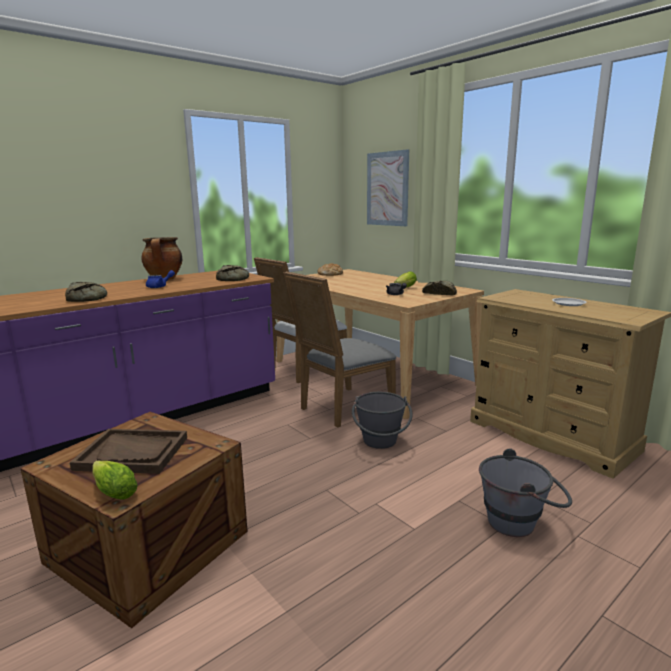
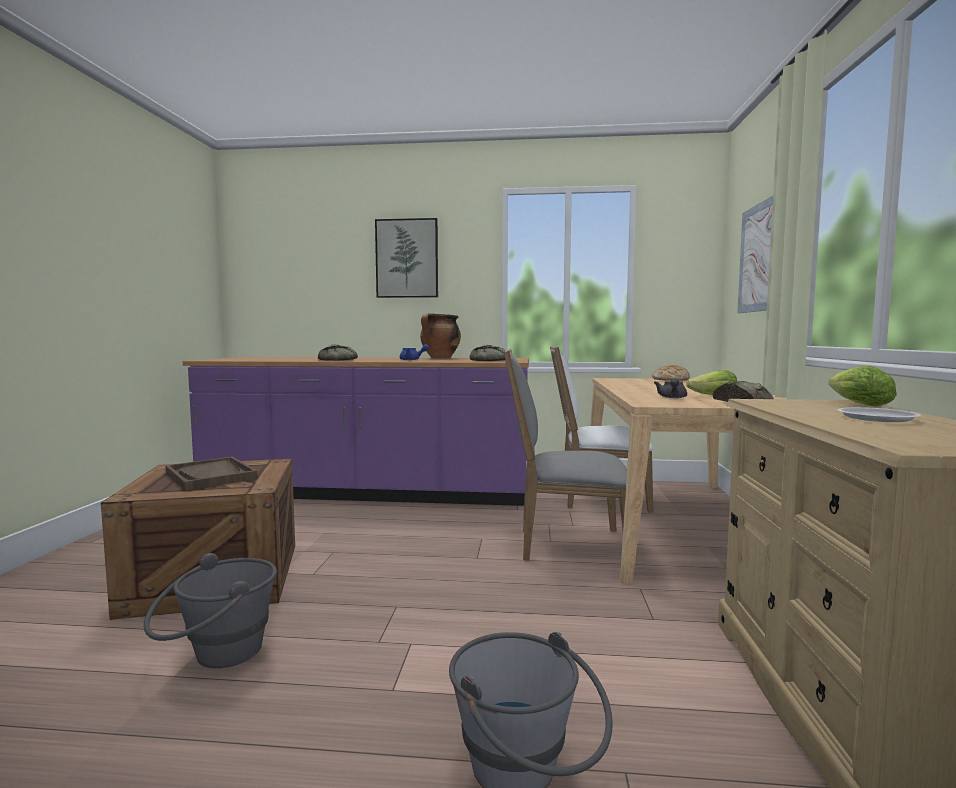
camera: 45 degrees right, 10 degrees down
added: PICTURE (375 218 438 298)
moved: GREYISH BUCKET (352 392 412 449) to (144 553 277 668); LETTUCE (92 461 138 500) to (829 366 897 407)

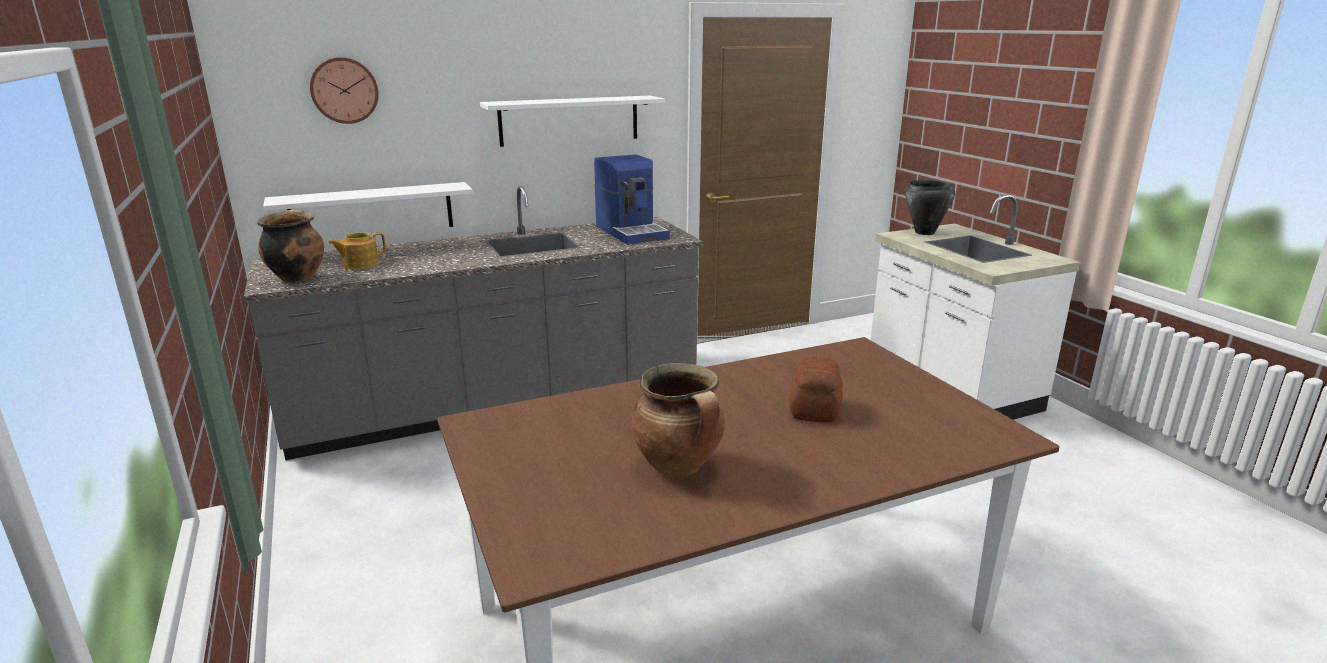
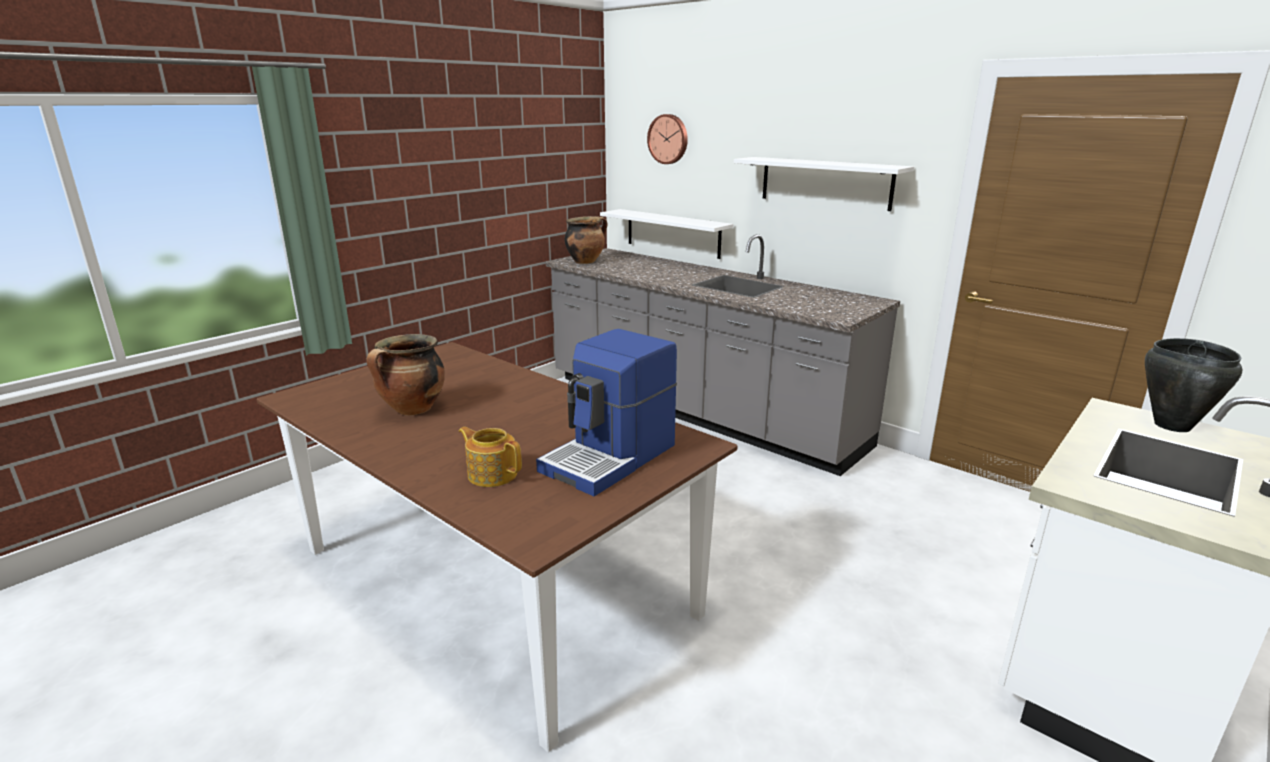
camera: 65 degrees right, 0 degrees up
removed: BAKED BREAD (789 357 843 422)
moved: COFFEE MACHINE (594 154 670 245) to (536 329 677 496); TEA POT (328 232 386 270) to (459 427 522 487)

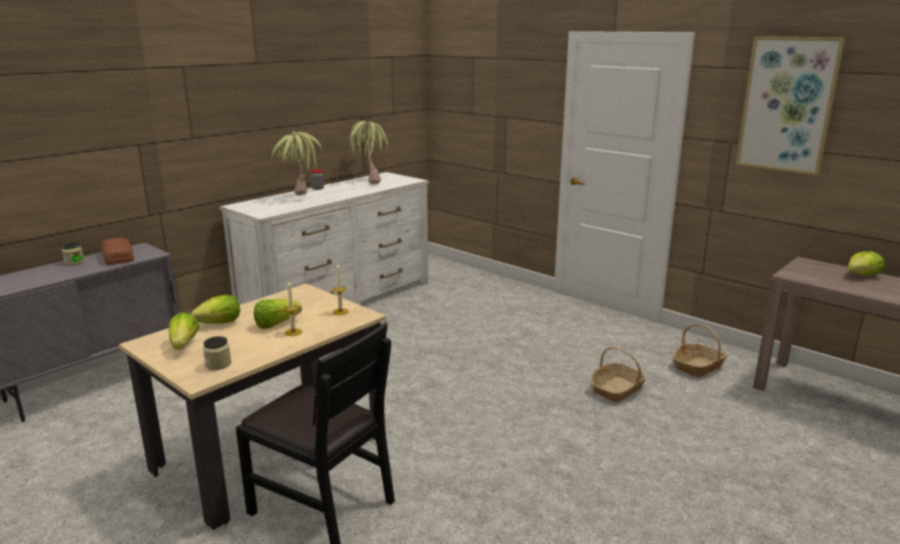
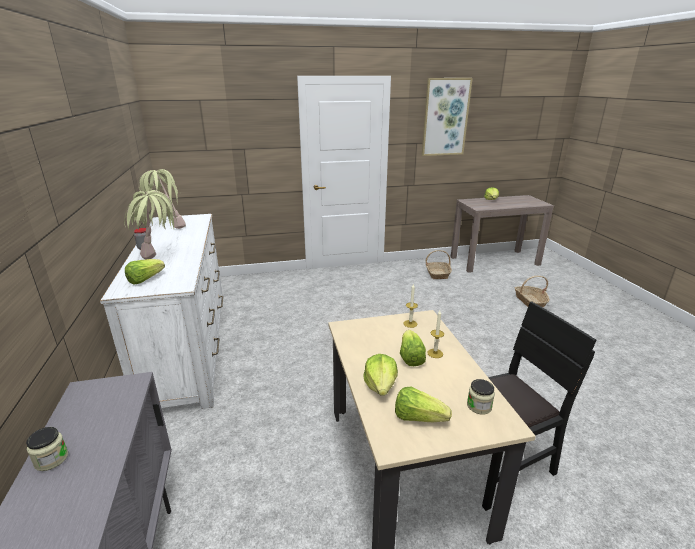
camera: 55 degrees left, 5 degrees up
removed: BAKED BREAD (100 238 134 265)
added: LETTUCE (125 259 165 285)
moved: HOUSEHOLD BASKET (590 346 647 402) to (515 276 550 307)

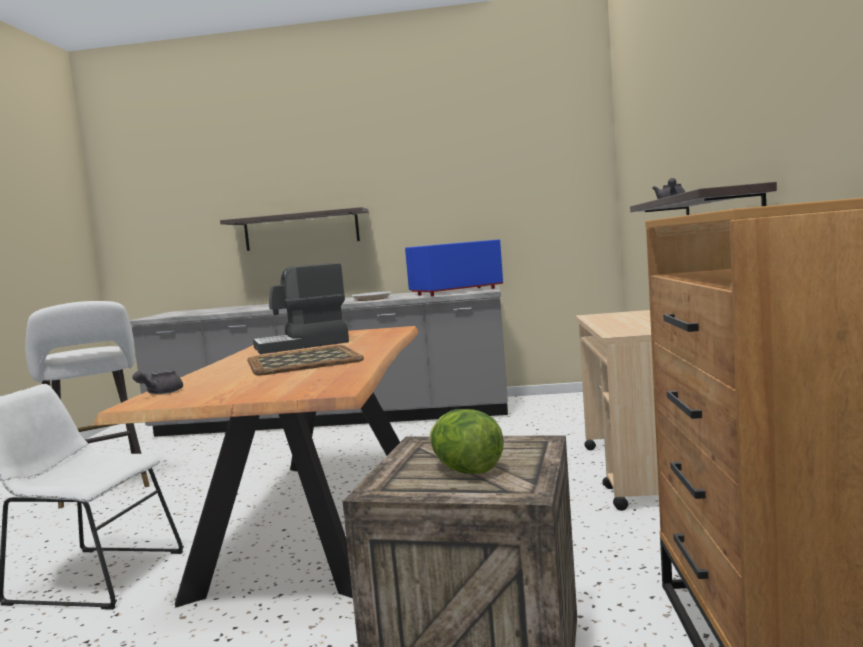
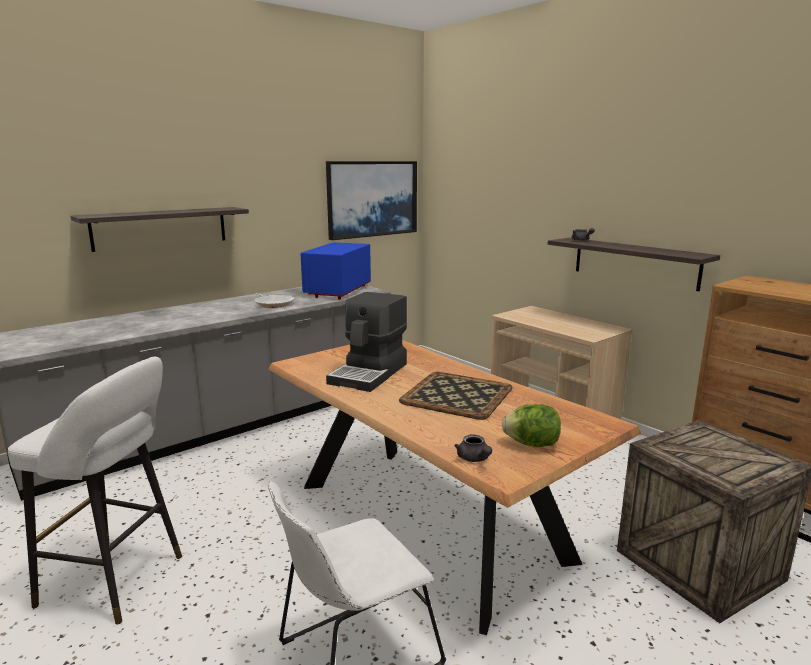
camera: 45 degrees left, 10 degrees up
added: PICTURE (326 161 417 240)
moved: LETTUCE (430 409 504 474) to (502 404 561 447)

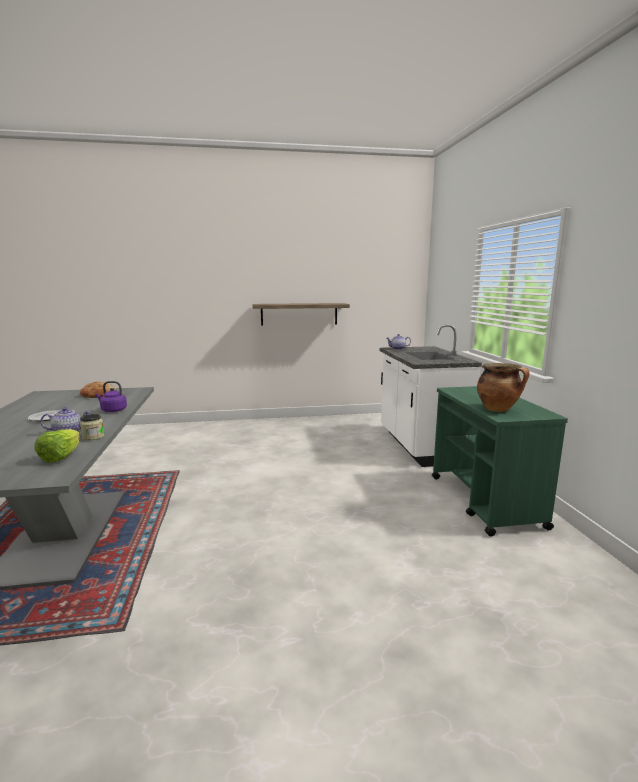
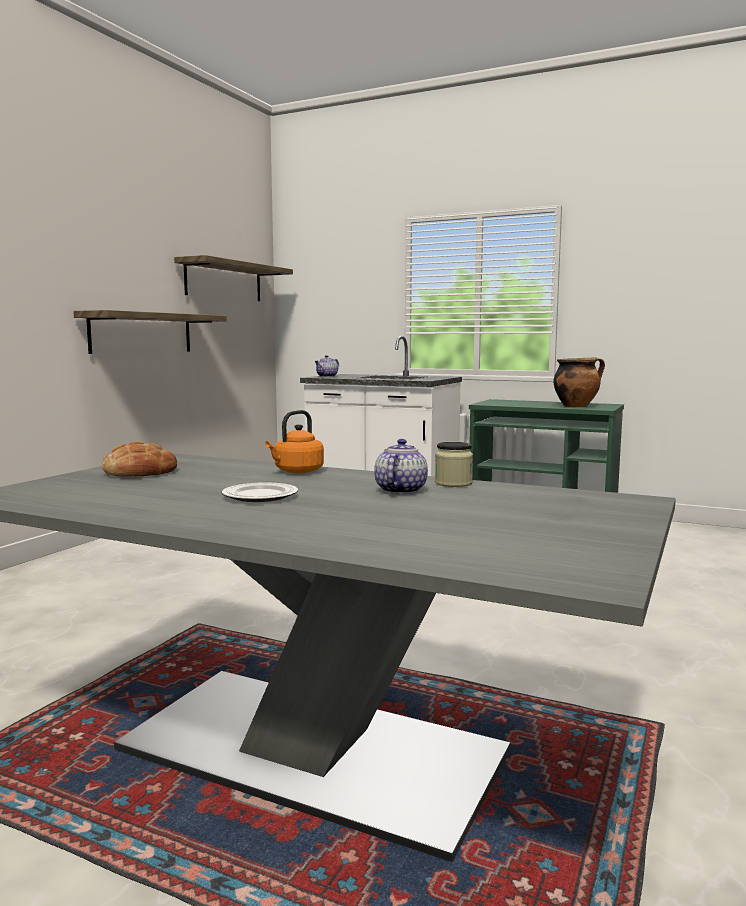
camera: 55 degrees left, 5 degrees down
removed: LETTUCE (34 429 79 463)
added: WALL SHELF (174 255 293 301)
recoloured: PURPLISH KETTLE (95 381 127 412) to ORANGE-COLOURED KETTLE (265 410 324 473)

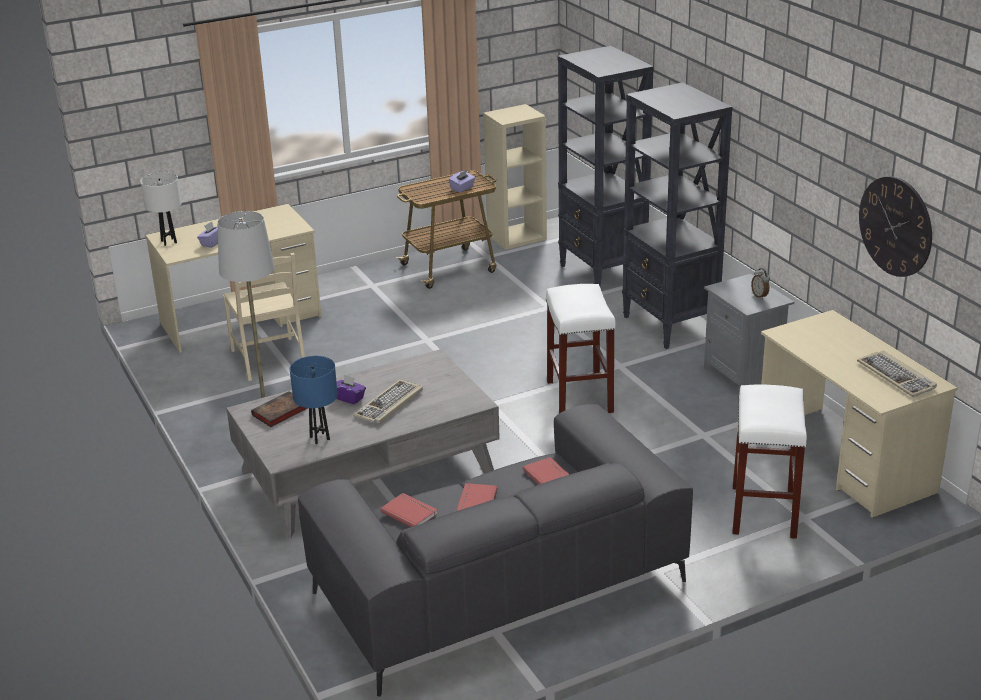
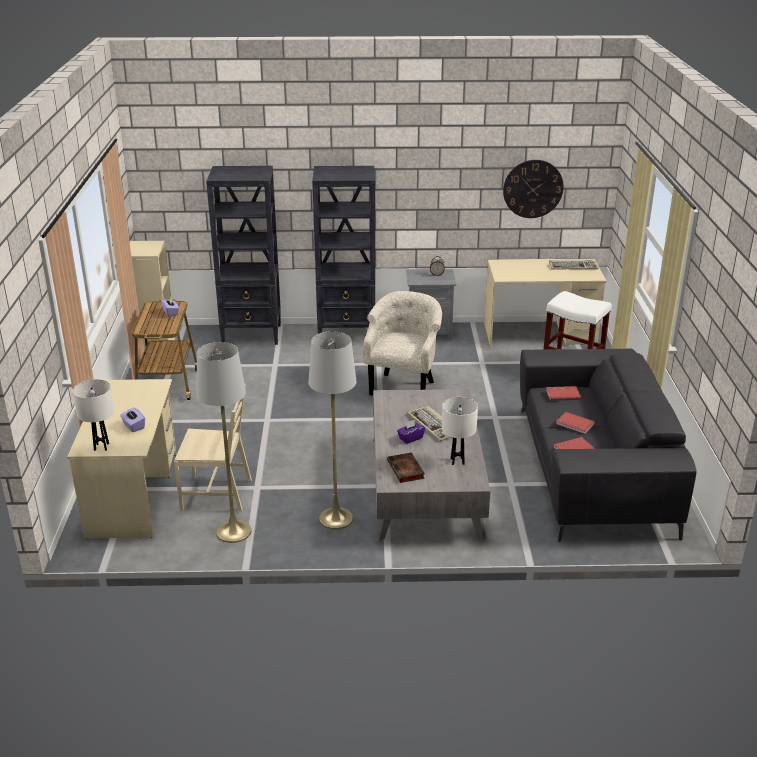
camera: 65 degrees left, 0 degrees up
added: GREYISH STANDING LAMP (196 342 252 543)
replaced: WHITISH STOOL SEAT (546 284 616 414) to BEIGE EASY CHAIR (363 291 442 396)
recoloured: BLUE-COLOURED TABLETOP LAMP (290 356 338 444) to WHITISH TABLETOP LAMP (442 397 478 465)

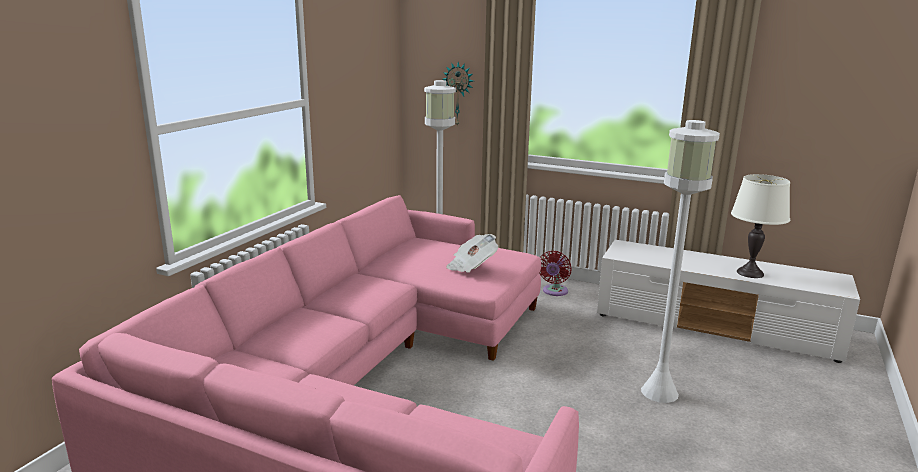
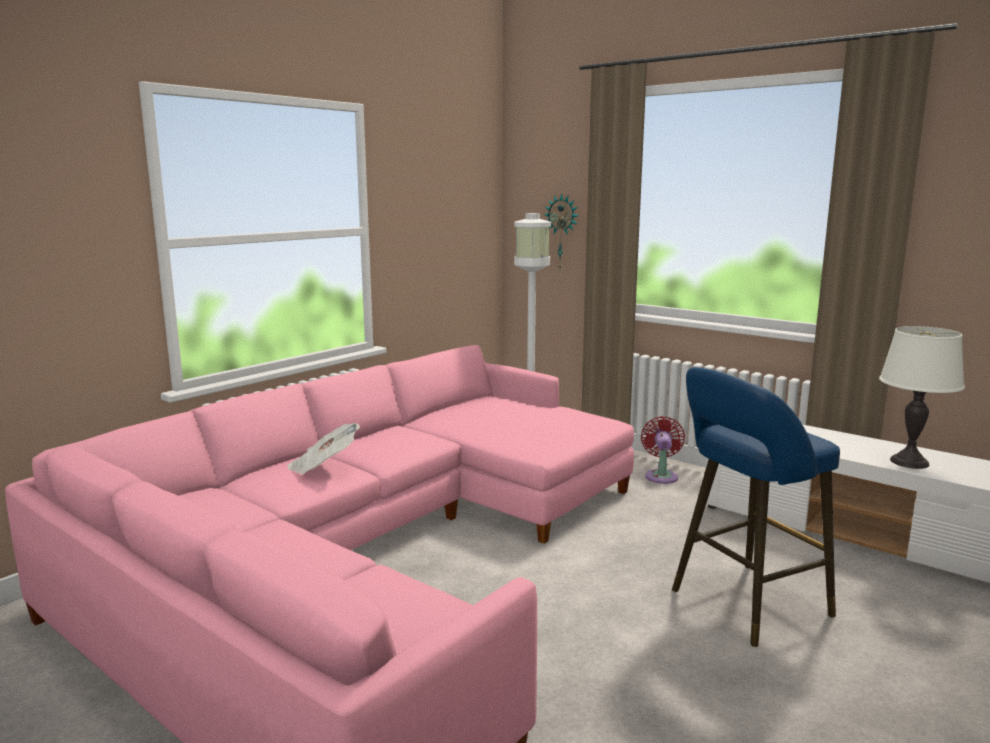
camera: 15 degrees right, 5 degrees down
moved: NEWSPAPER (446 234 498 273) to (287 423 360 475)
replaced: WHITISH STANDING LAMP (641 120 720 403) to BLUE-COLOURED STOOL SEAT (672 367 840 647)
turned: RED-COLOURED ELECTRIC FAN (539 251 571 296) = (641 416 685 484) 150 degrees clockwise

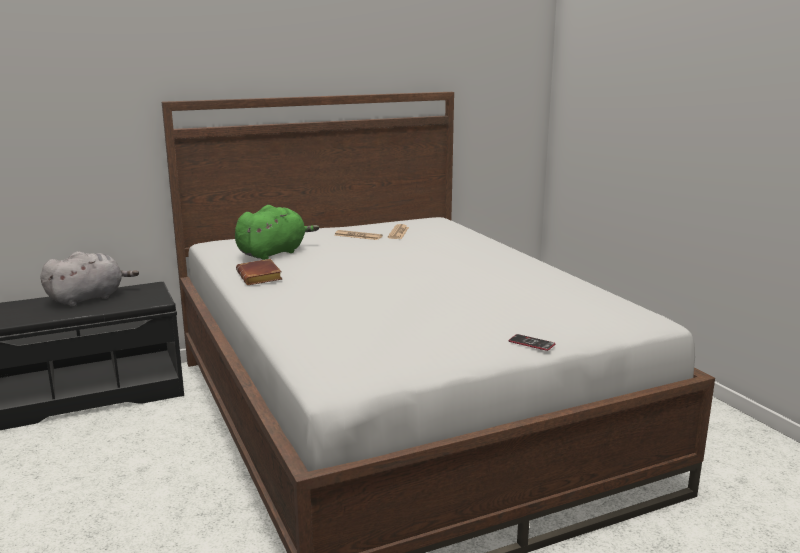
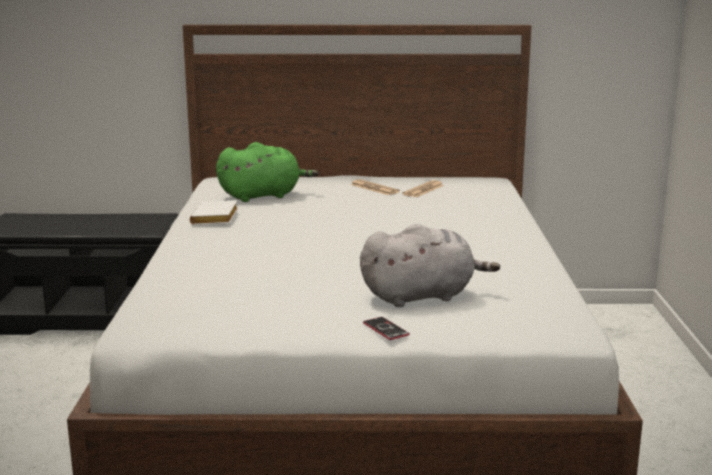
camera: 25 degrees right, 0 degrees up
moved: GREYISH PLUSH TOY (40 251 139 307) to (360 224 500 307)
recoloured: BROWNISH BOOK (236 259 282 285) to WHITISH BOOK (190 200 238 225)

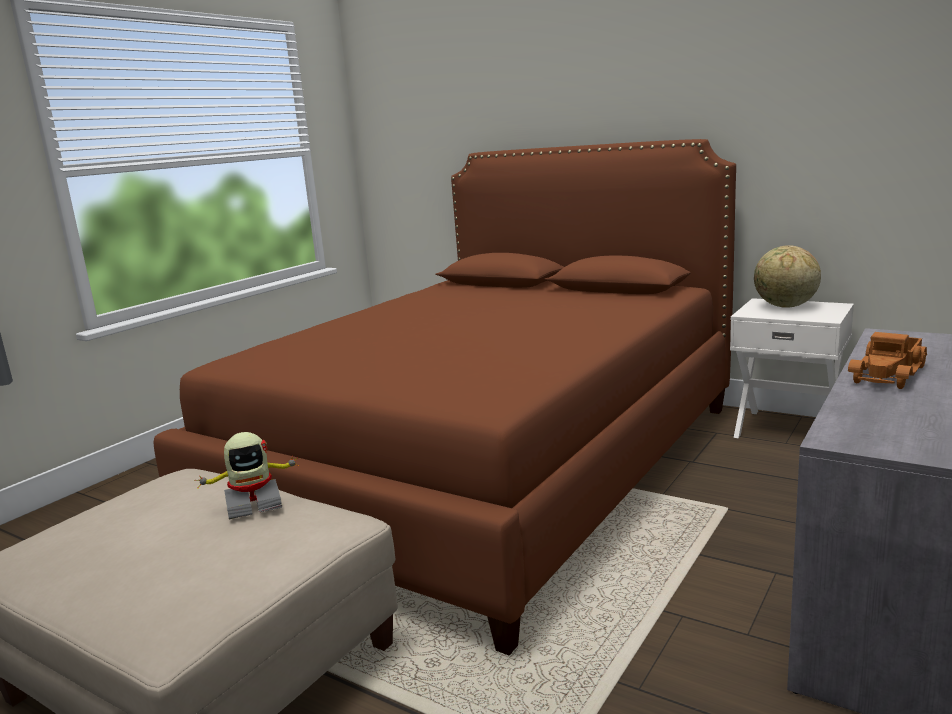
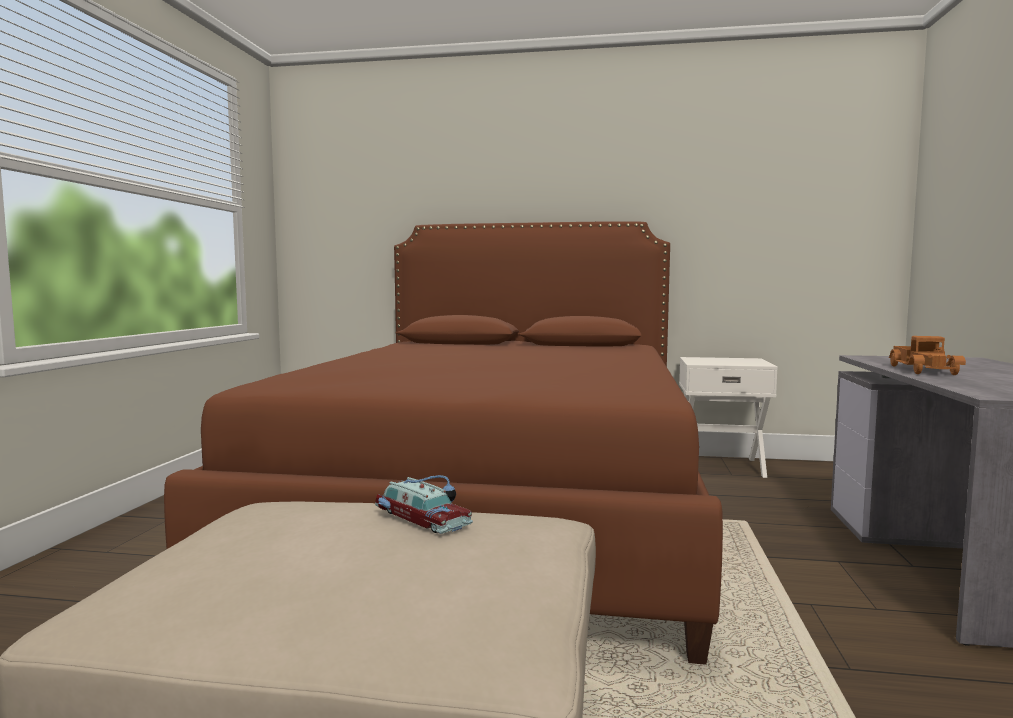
camera: 25 degrees left, 10 degrees down
removed: GLOBE (754 245 821 307)
replaced: ROBOT FIGURE (194 432 300 519) to MINIATURE CAR (375 475 473 534)

